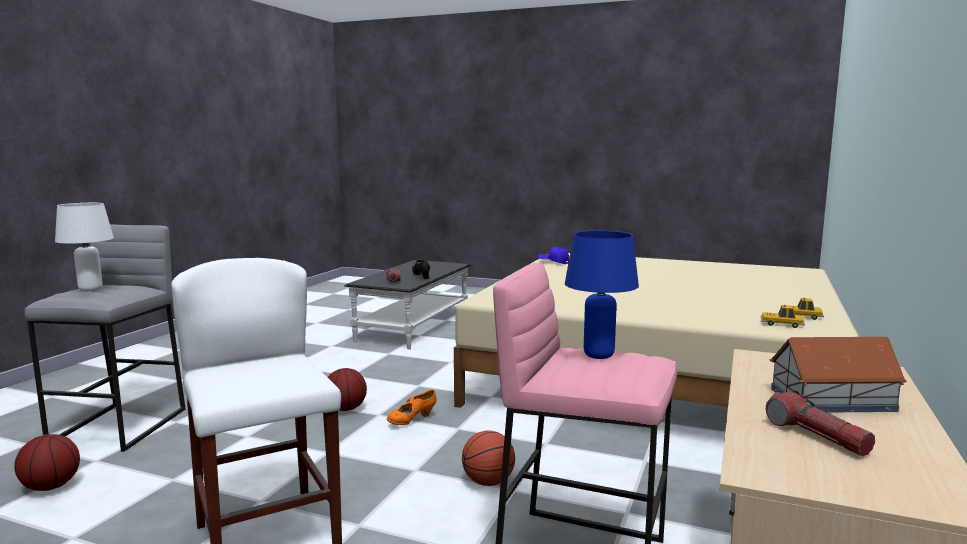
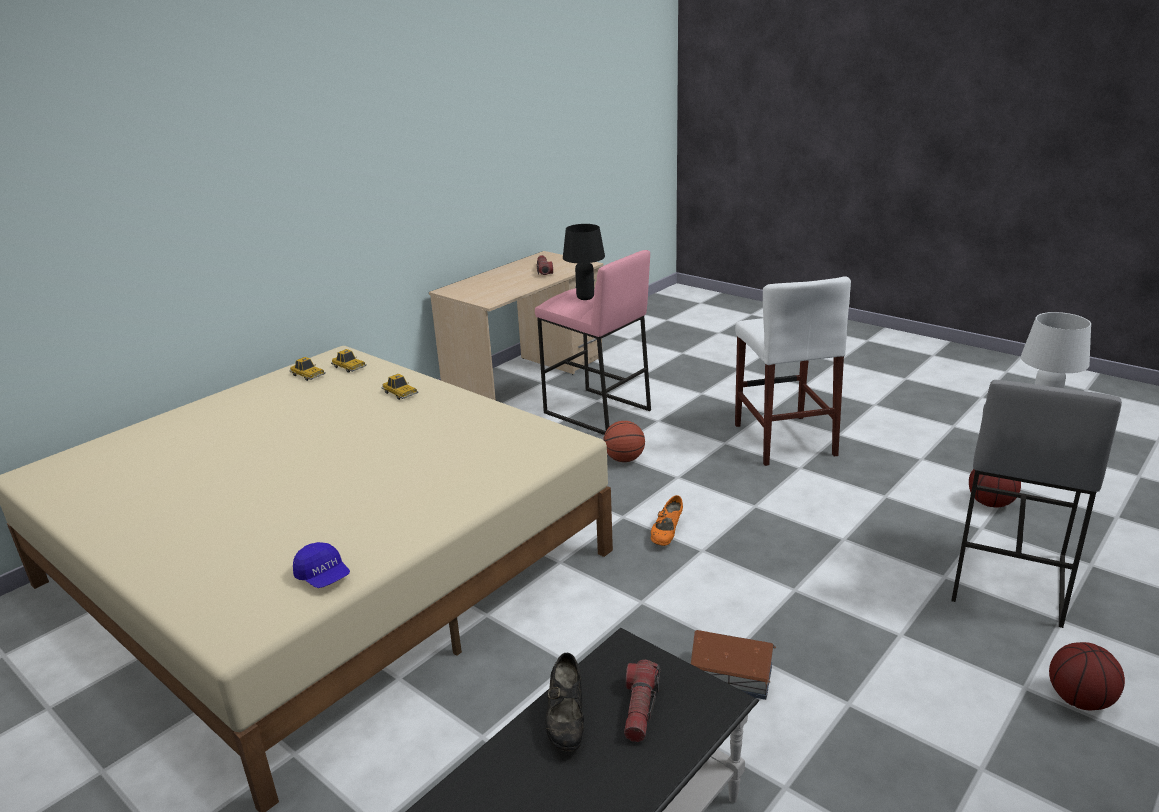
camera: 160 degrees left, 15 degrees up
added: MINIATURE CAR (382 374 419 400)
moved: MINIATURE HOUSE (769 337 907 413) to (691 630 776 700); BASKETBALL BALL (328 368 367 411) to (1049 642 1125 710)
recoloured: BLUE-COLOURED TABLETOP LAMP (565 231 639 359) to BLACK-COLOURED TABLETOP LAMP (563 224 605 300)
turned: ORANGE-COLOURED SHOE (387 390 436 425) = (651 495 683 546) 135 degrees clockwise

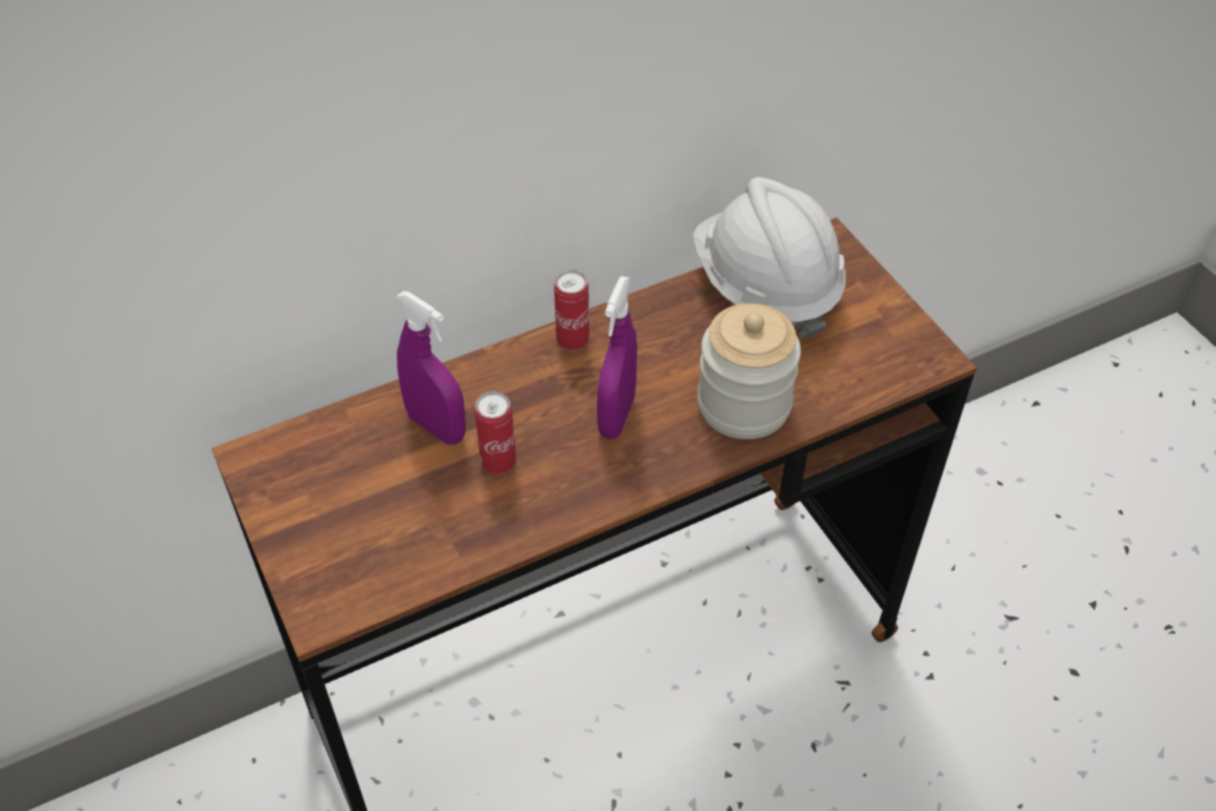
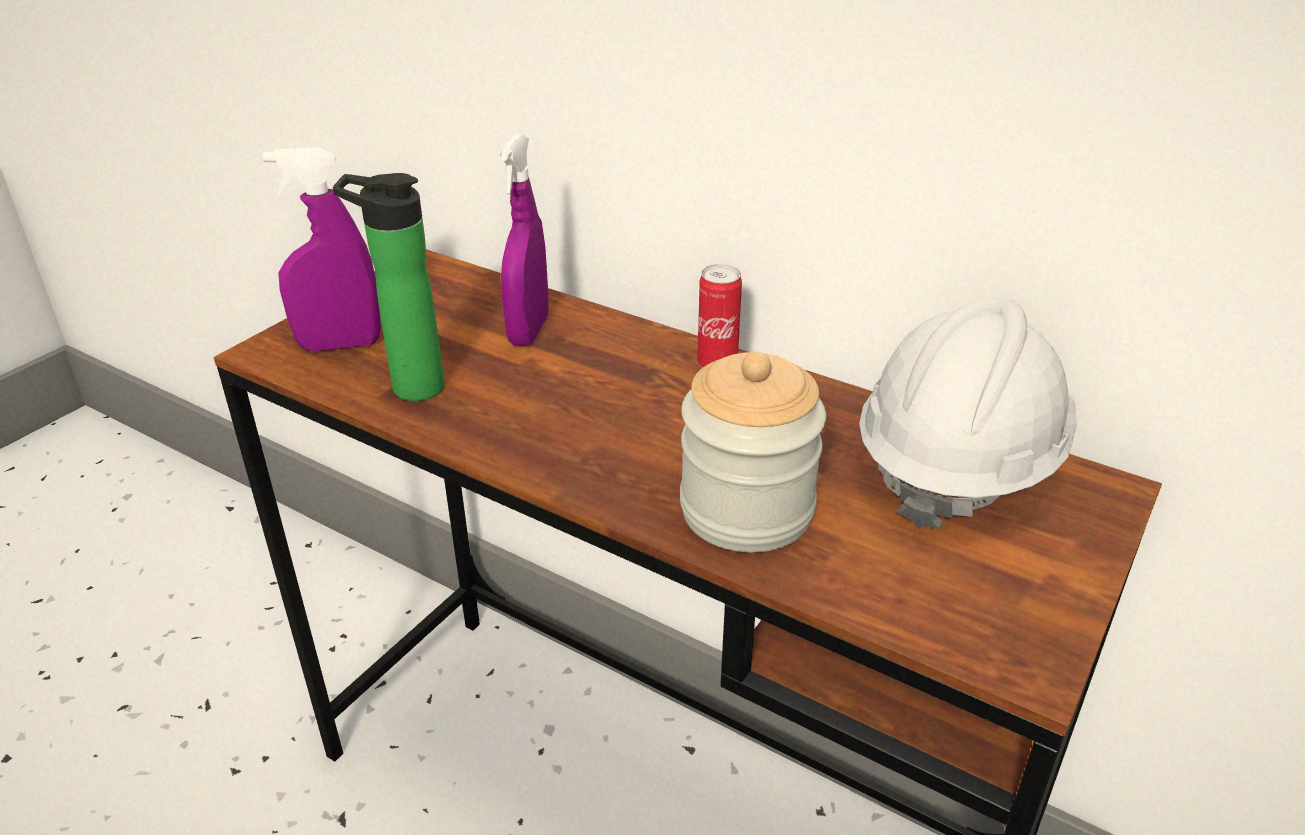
camera: 60 degrees right, 15 degrees down
removed: METAL CAN (474 391 516 474)
added: BOTTLE (333 173 445 401)
moved: PURPLISH SPRAYER (597 276 637 439) to (263 147 381 351)

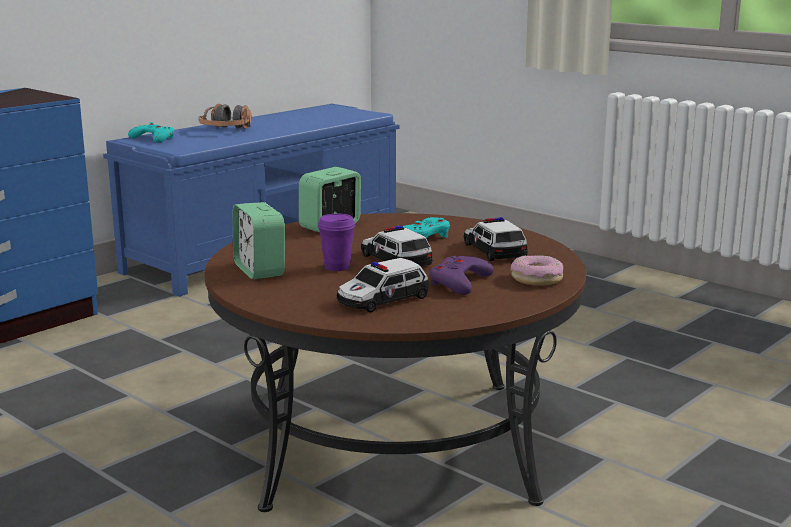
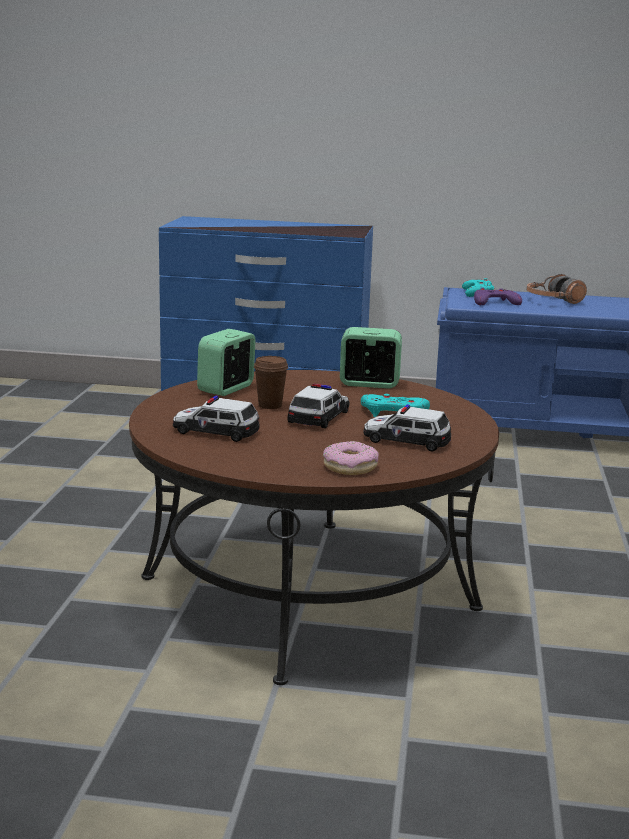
camera: 55 degrees right, 0 degrees up
moved: PURPLISH JOYPAD (430 256 494 295) to (474 287 522 305)
recoloured: PURPLISH DRINKING CUP (318 214 355 271) to BROWNISH DRINKING CUP (254 356 288 409)
turned: MINIATURE CAR (463 217 528 261) = (363 404 451 451) 105 degrees counterclockwise

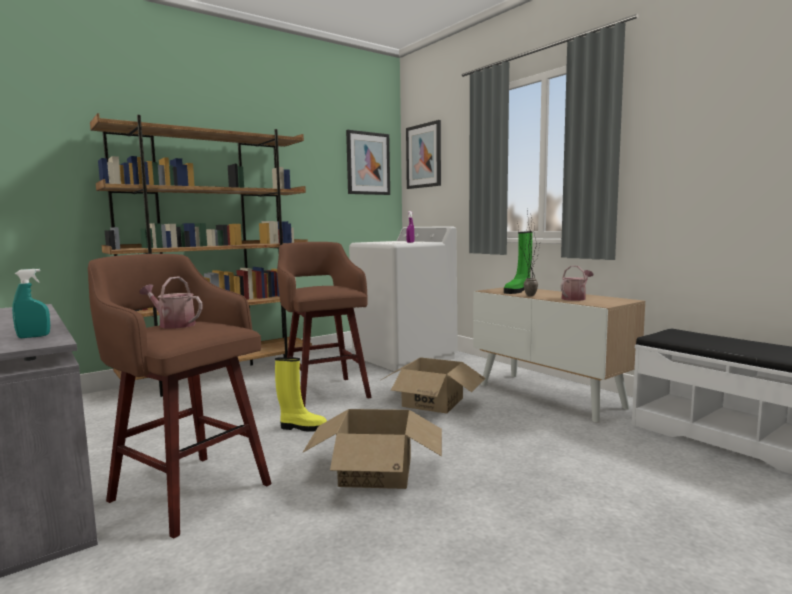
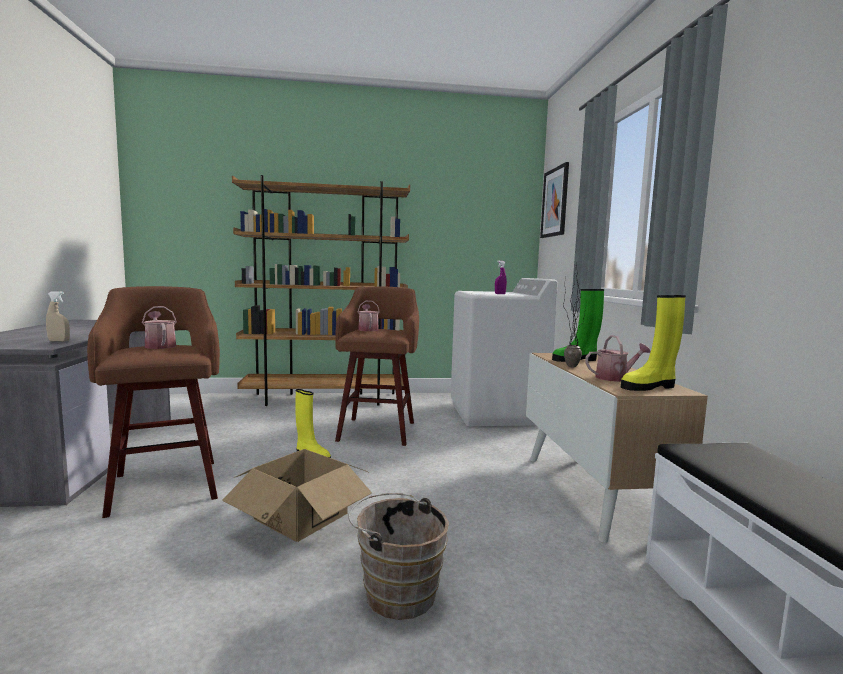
camera: 30 degrees right, 0 degrees up
removed: PICTURE (346 130 390 195); CARDBOARD BOX (381 358 486 413)
added: YELLOW-COLOURED TALL BOOT (621 295 686 391); WATERING CAN (358 301 380 331); BROWNISH BUCKET (348 493 449 620)
recoloured: BLUE-GREEN SPRAYER (12 269 50 338) to BEIGE SPRAYER (46 291 70 342)

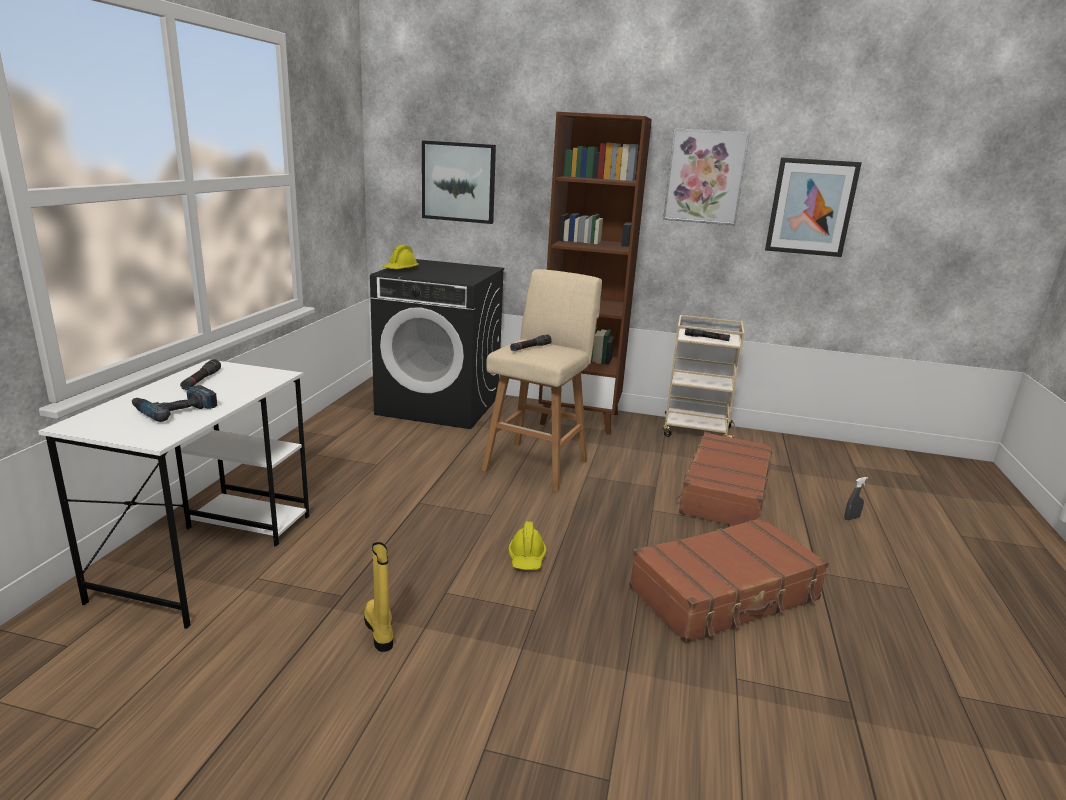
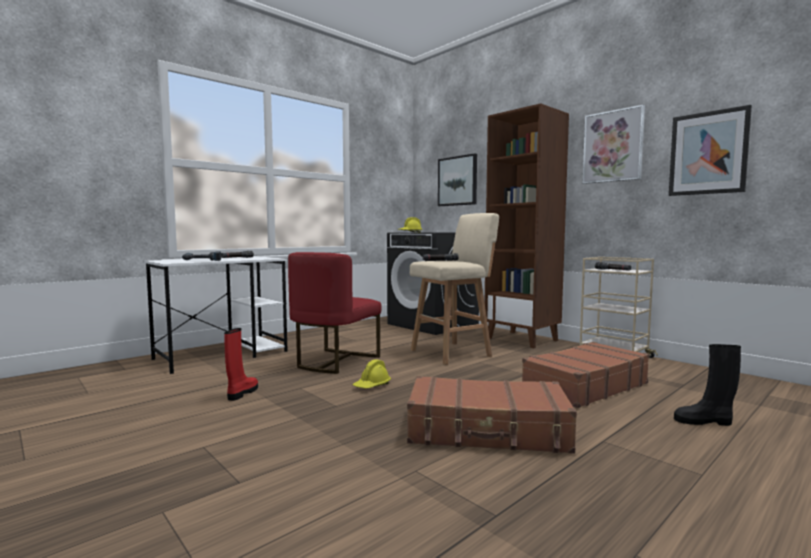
camera: 35 degrees right, 15 degrees down
added: RED-COLOURED CHAIR (288 252 382 374)
replaced: GREYISH SPRAYER (844 477 868 520) to BLACK-COLOURED TALL BOOT (674 344 741 426)
recoloured: YELLOW-COLOURED TALL BOOT (364 542 393 652) to RED-COLOURED TALL BOOT (224 328 258 401)

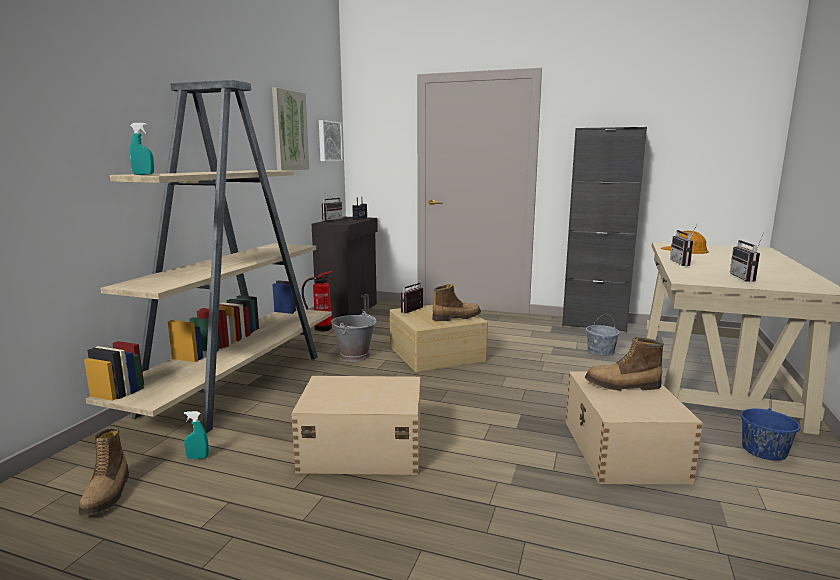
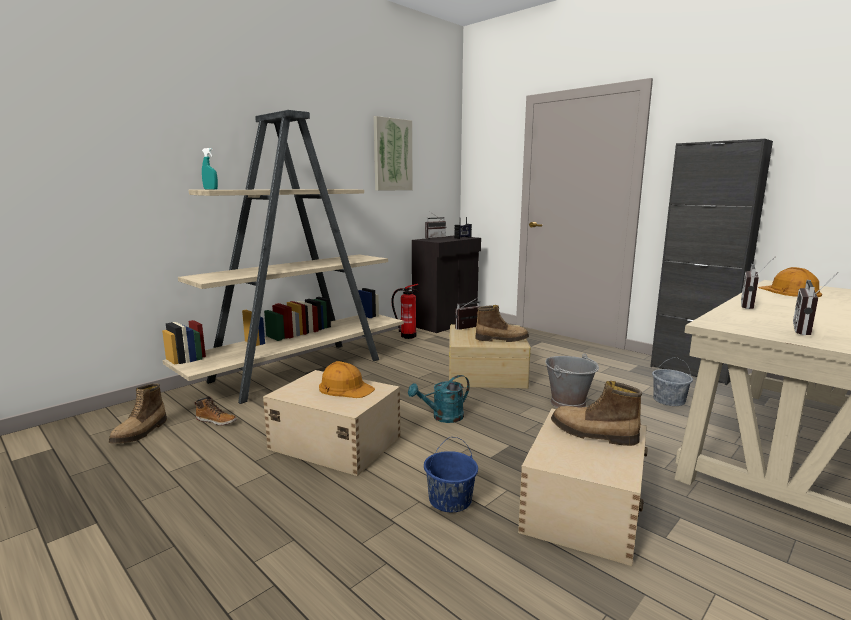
camera: 25 degrees right, 0 degrees up
removed: PICTURE (319 120 343 161)
added: ORANGE-COLOURED HARD HAT (319 361 375 398); BLUE-GREEN WATERING CAN (408 375 470 423)
moved: GREYISH BUCKET (331 311 377 362) to (545 353 599 408); BLUE-COLOURED BUCKET (740 394 801 461) to (424 437 478 513)
replaced: BLUE-GREEN SPRAYER (184 411 209 459) to TALL BOOT (195 396 237 426)

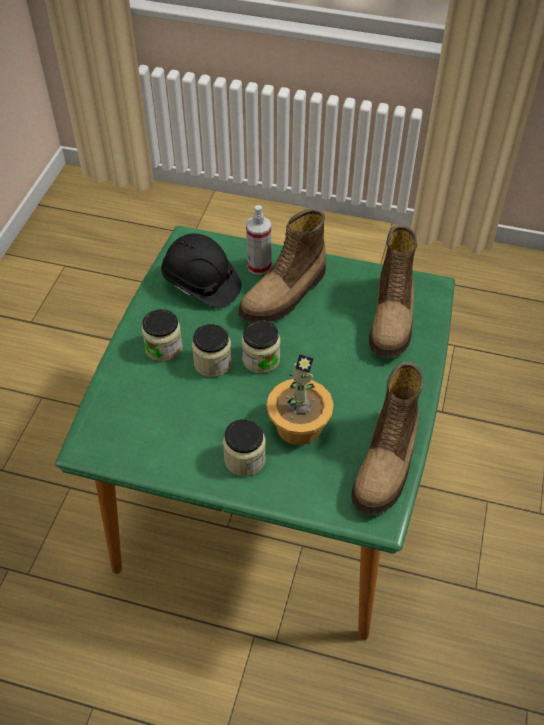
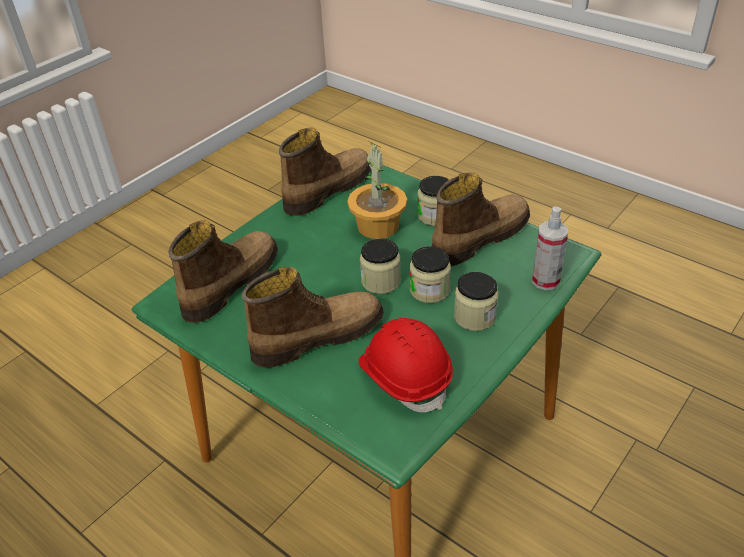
camera: 155 degrees left, 10 degrees down
added: TALL BOOT (432 172 530 266)
moved: SPRAYER (246 205 271 275) to (532 206 568 290)
recoloured: BLACK-COLOURED HARD HAT (161 233 242 308) to RED-COLOURED HARD HAT (359 318 453 412)

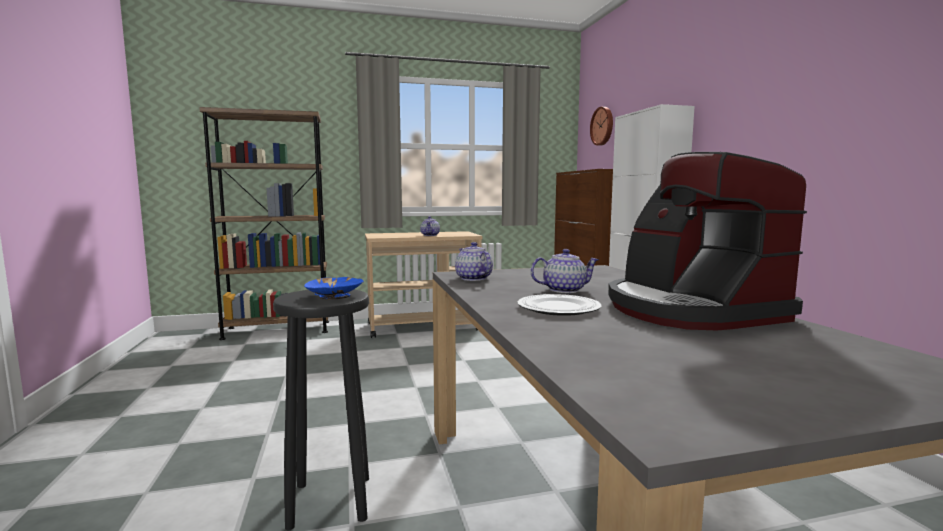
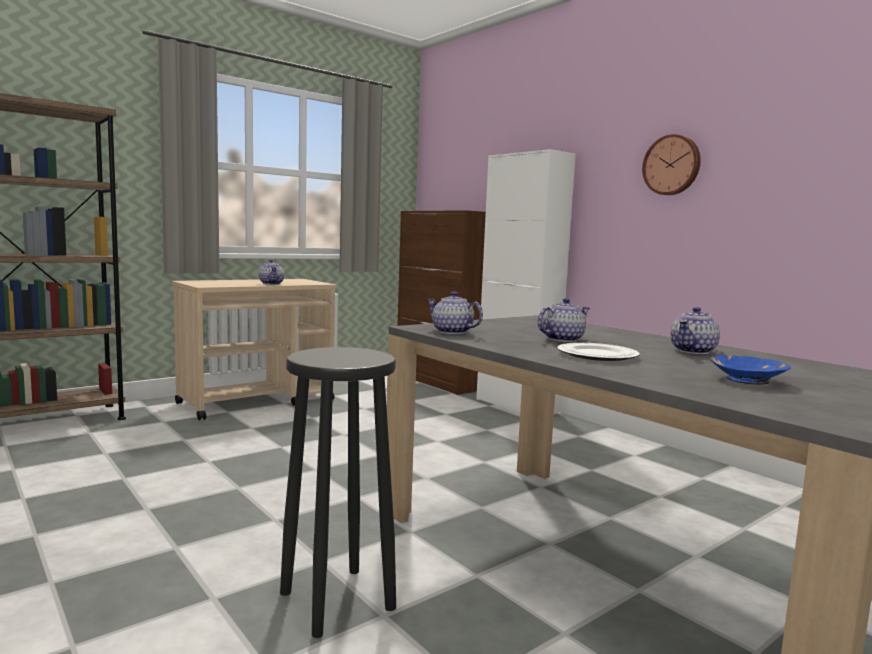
camera: 25 degrees left, 0 degrees up
moved: WALL CLOCK (590 107 613 146) to (642 134 701 195); BLUE-COLOURED BOWL (304 277 364 299) to (710 355 791 385)
replaced: COFFEE MACHINE (608 152 807 330) to TEA POT (671 307 720 354)

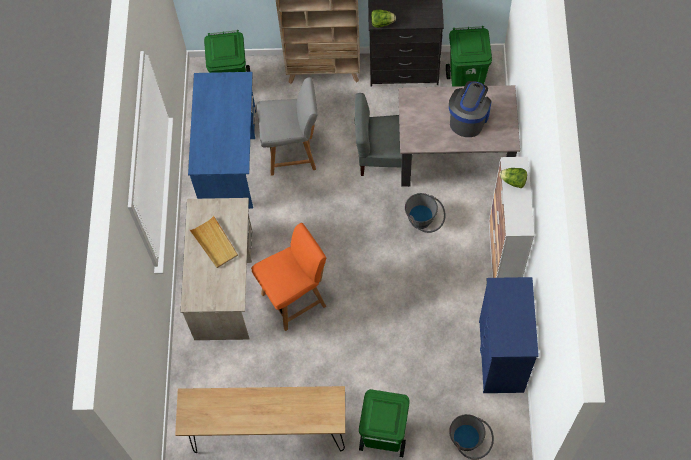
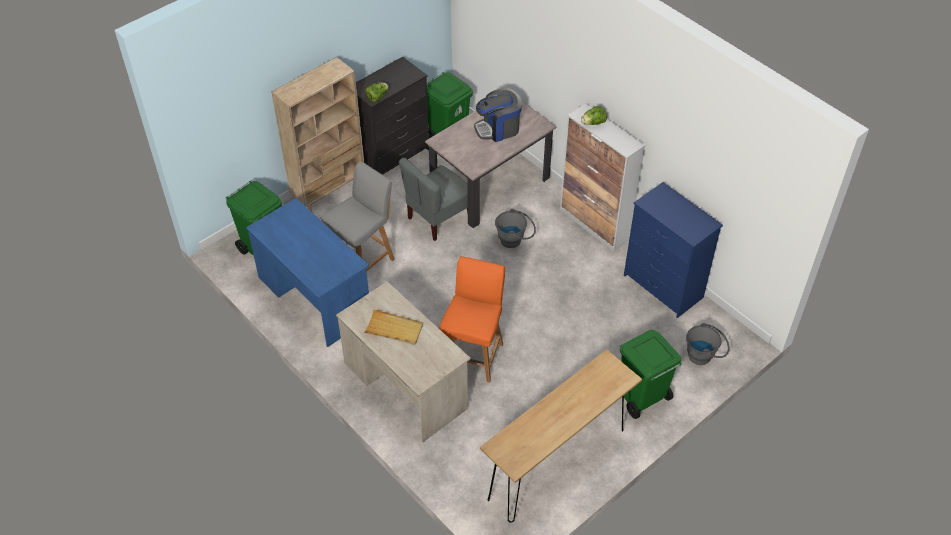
camera: 45 degrees left, 15 degrees down
turned: COFFEE MACHINE (449 81 492 137) = (474 88 522 142) 90 degrees counterclockwise

